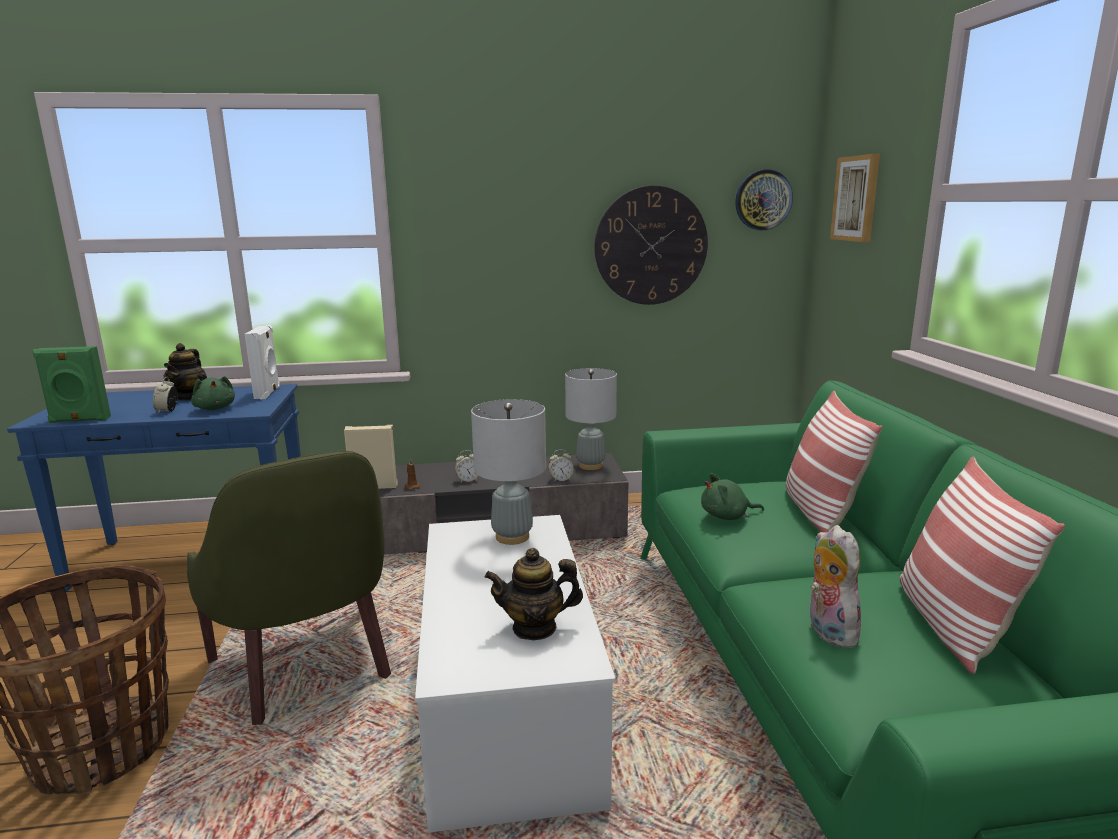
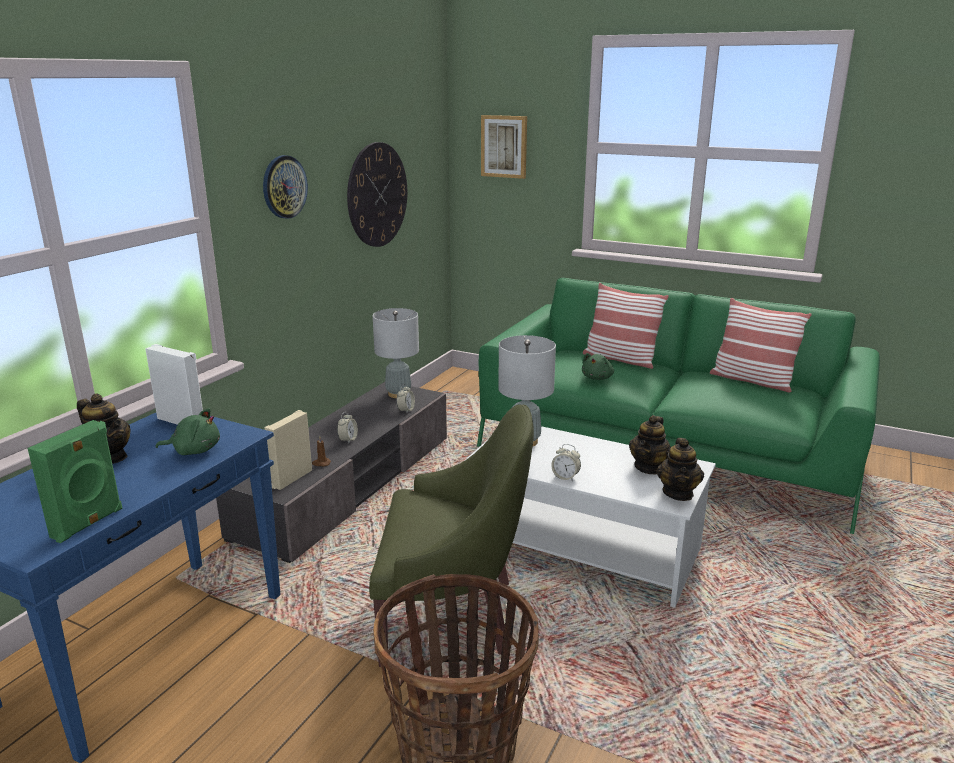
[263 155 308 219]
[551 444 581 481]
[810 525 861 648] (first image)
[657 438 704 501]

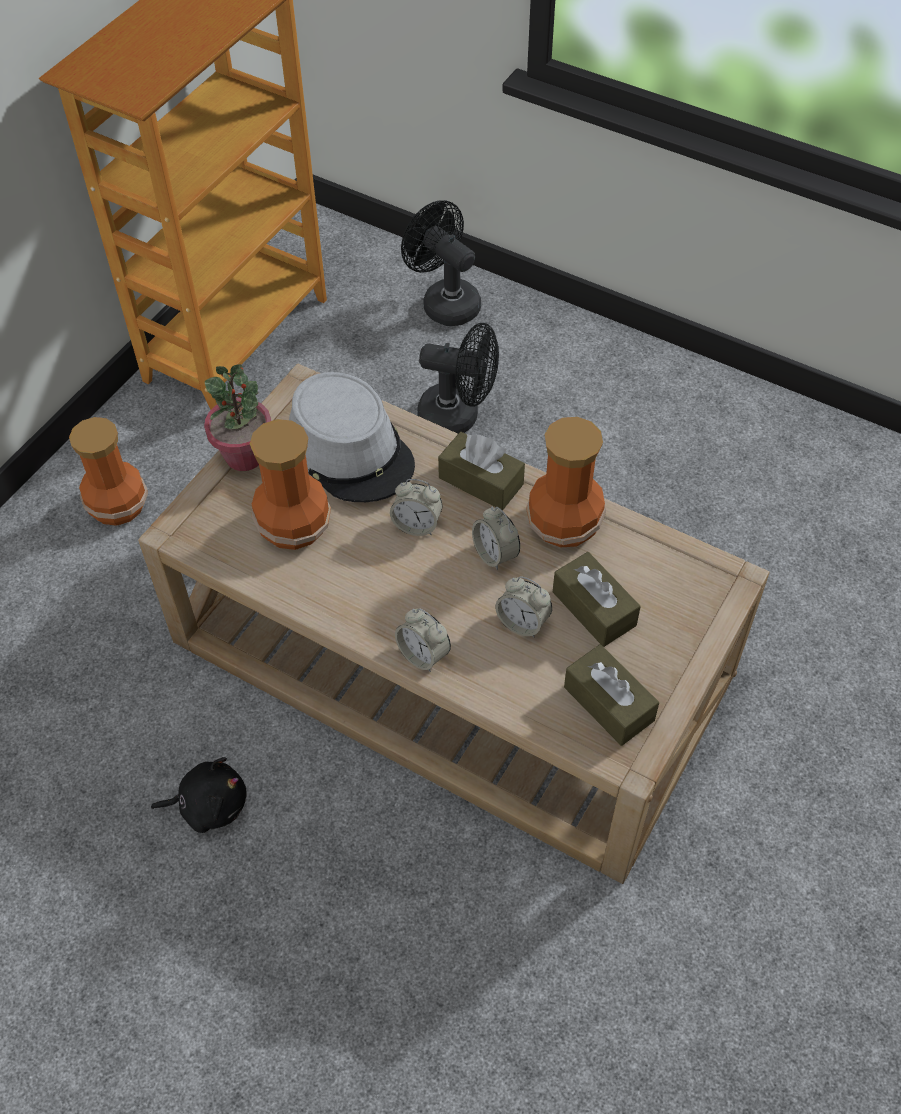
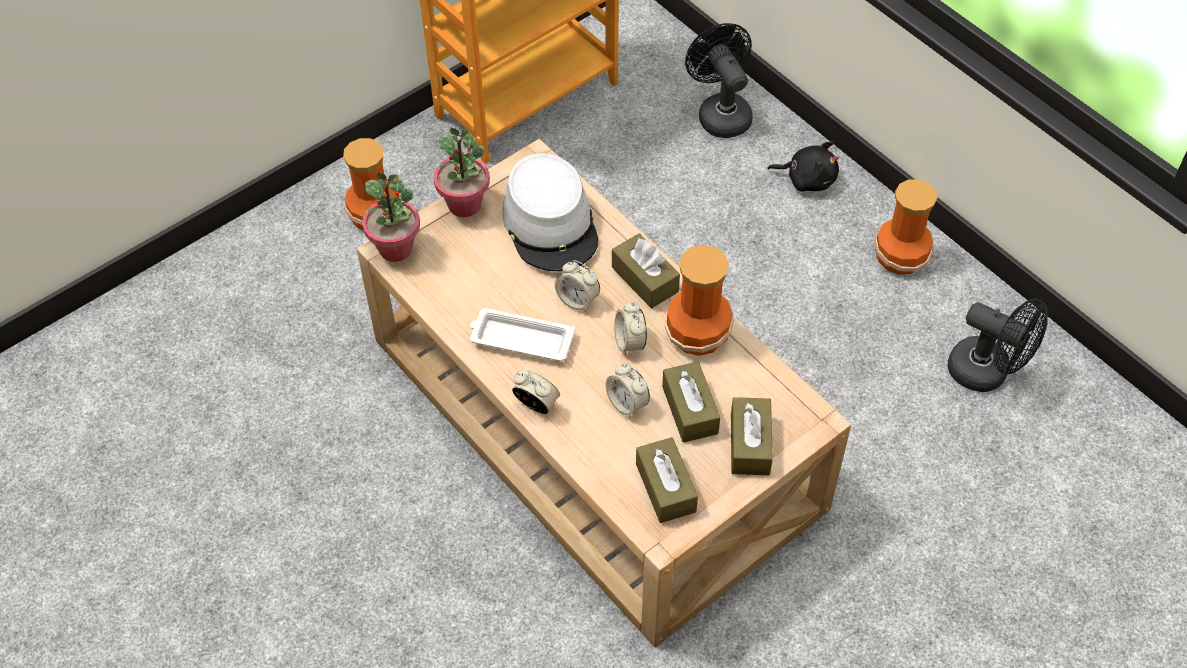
[948 298 1048 392]
[874 179 937 275]
[512 370 560 414]
[767 141 839 192]
[362 172 420 262]
[470 308 575 361]
[731 397 773 475]

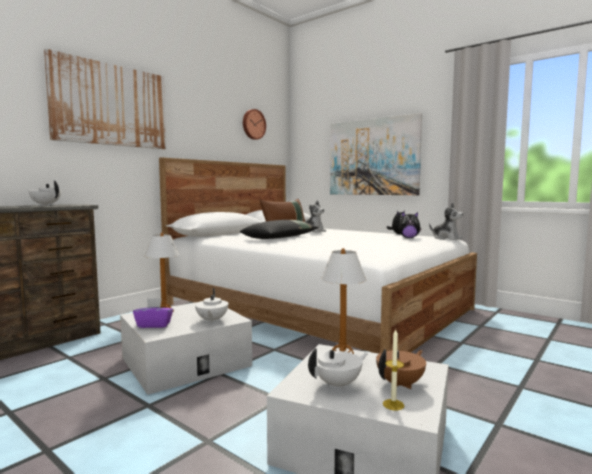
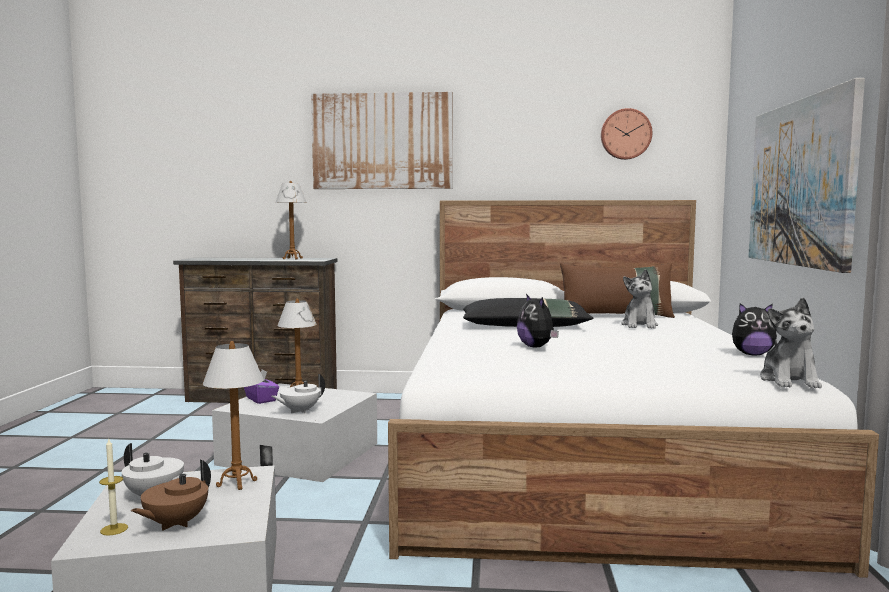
[275 181 307 259]
[517 294 559 347]
[131 460 211 531]

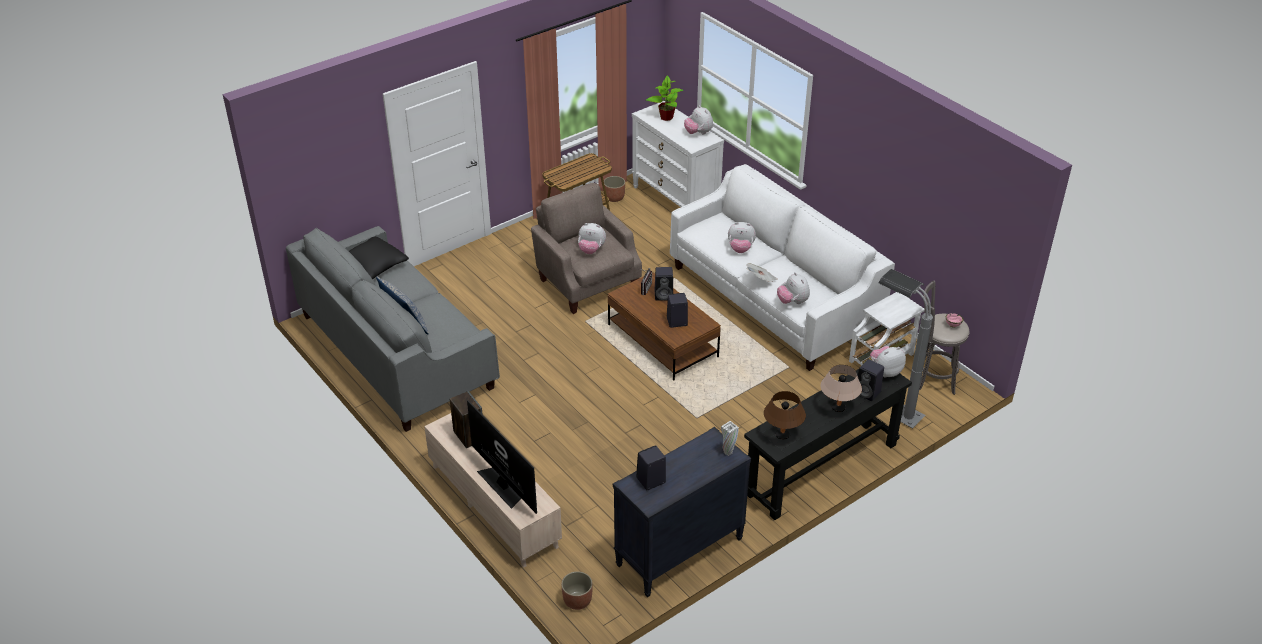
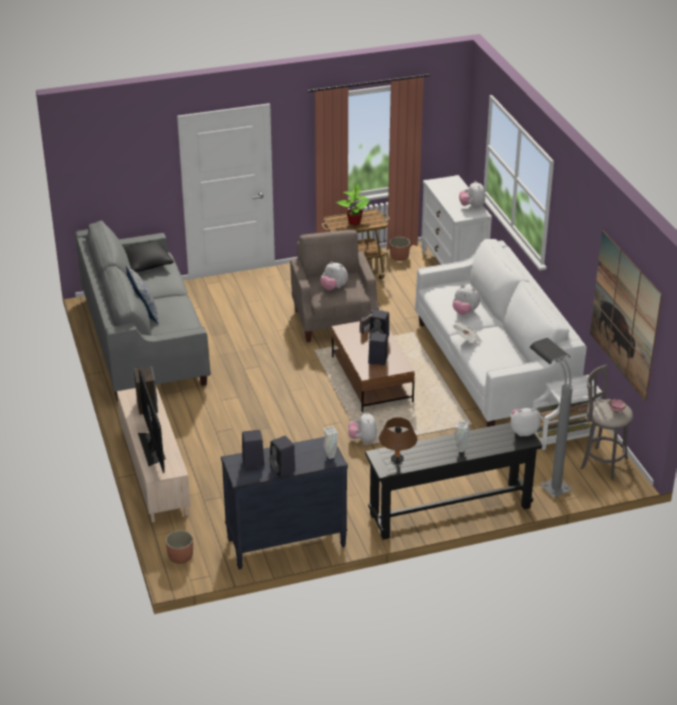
[336 183 370 225]
[348 412 377 442]
[269 436 295 477]
[454 421 470 452]
[590 230 662 401]

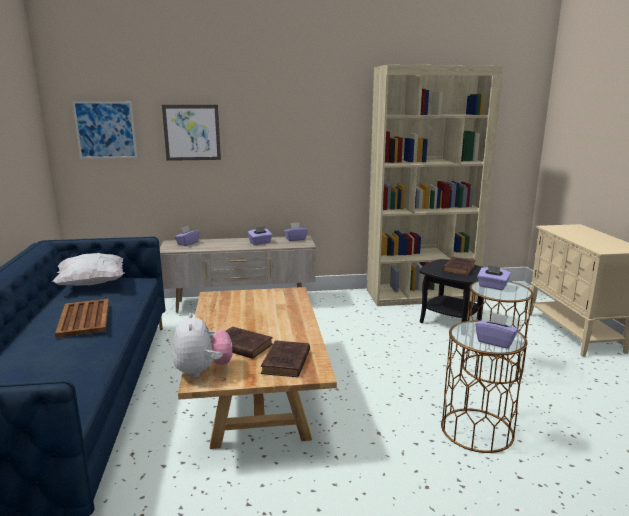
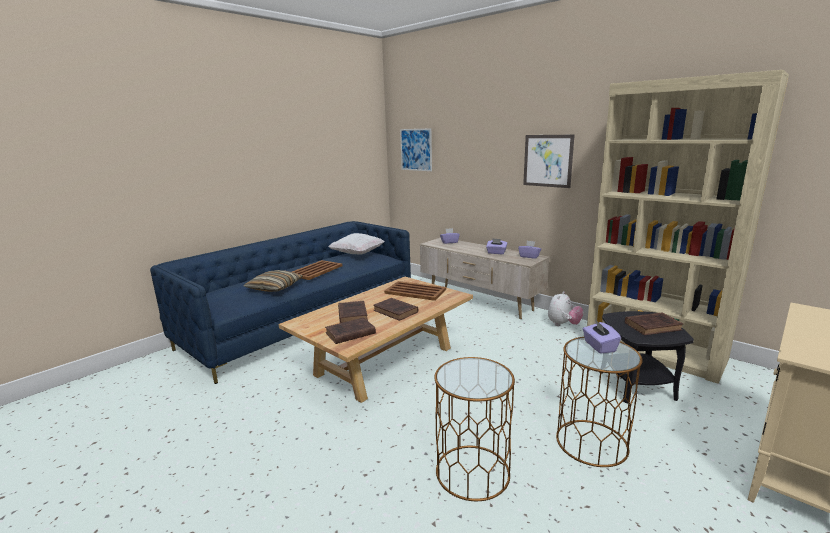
[523 135 575 188]
[548 291 584 326]
[475 313 519 349] (first image)
[243 270 303 292]
[384 281 446 301]
[373 298 418 321]

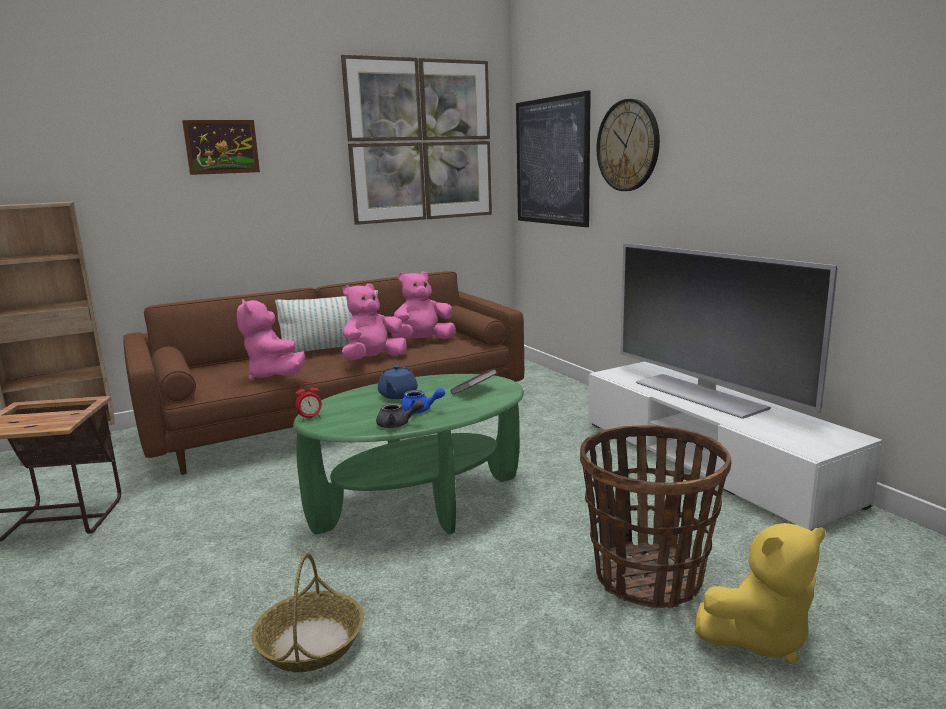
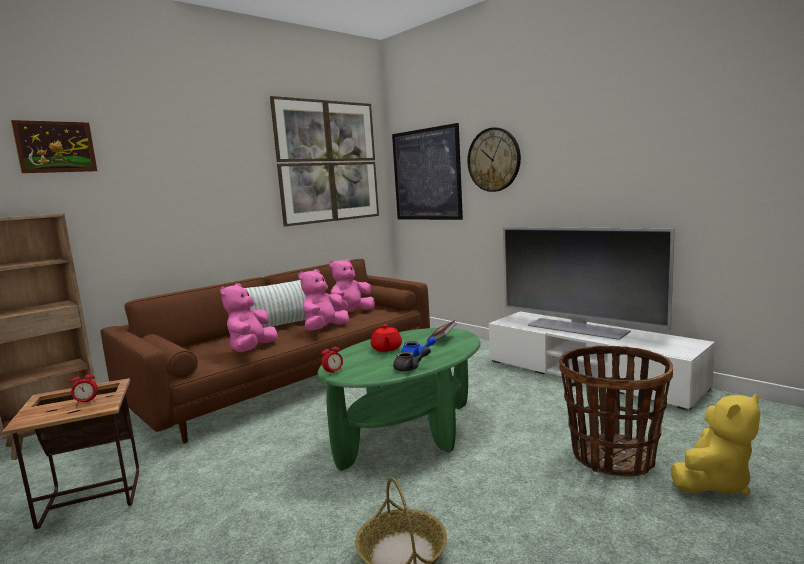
[11 120 97 173]
[220 283 278 352]
[371 324 402 352]
[70 370 98 406]

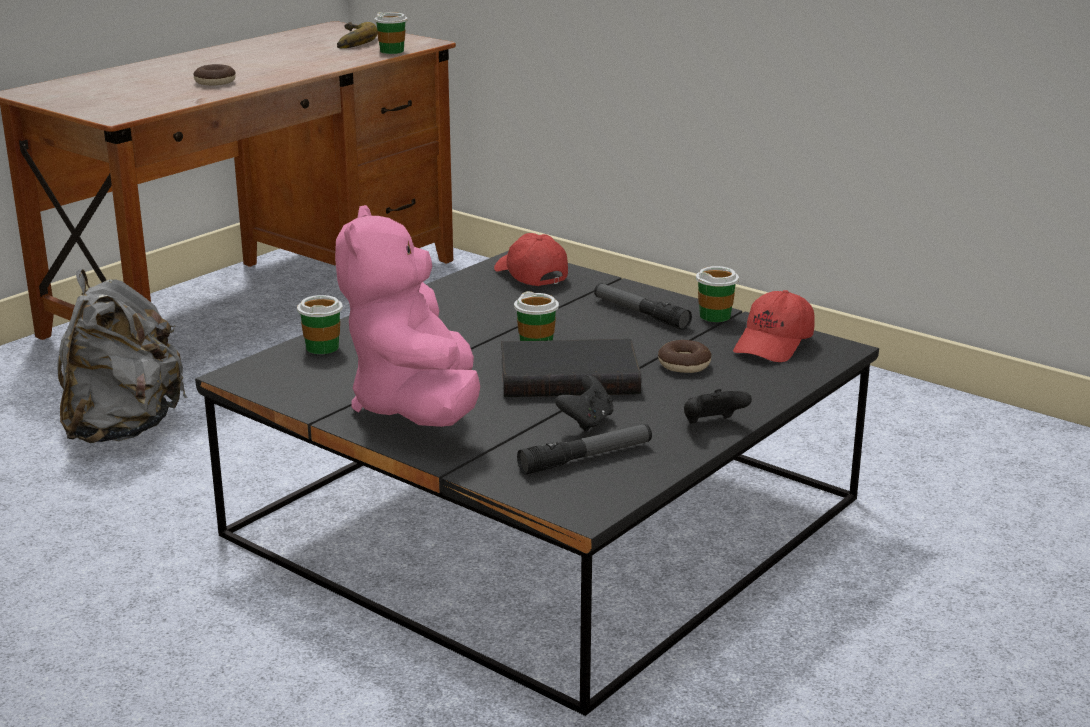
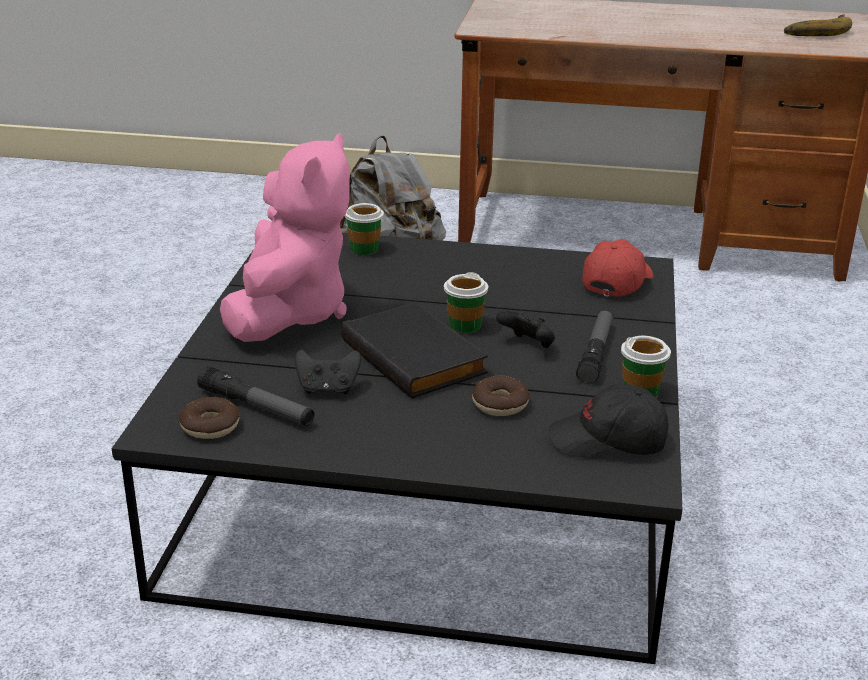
[374 12 407 54] (first image)
[179 397 240 439]
[220 133 350 342]
[549 384 669 458]
[496 311 555 348]

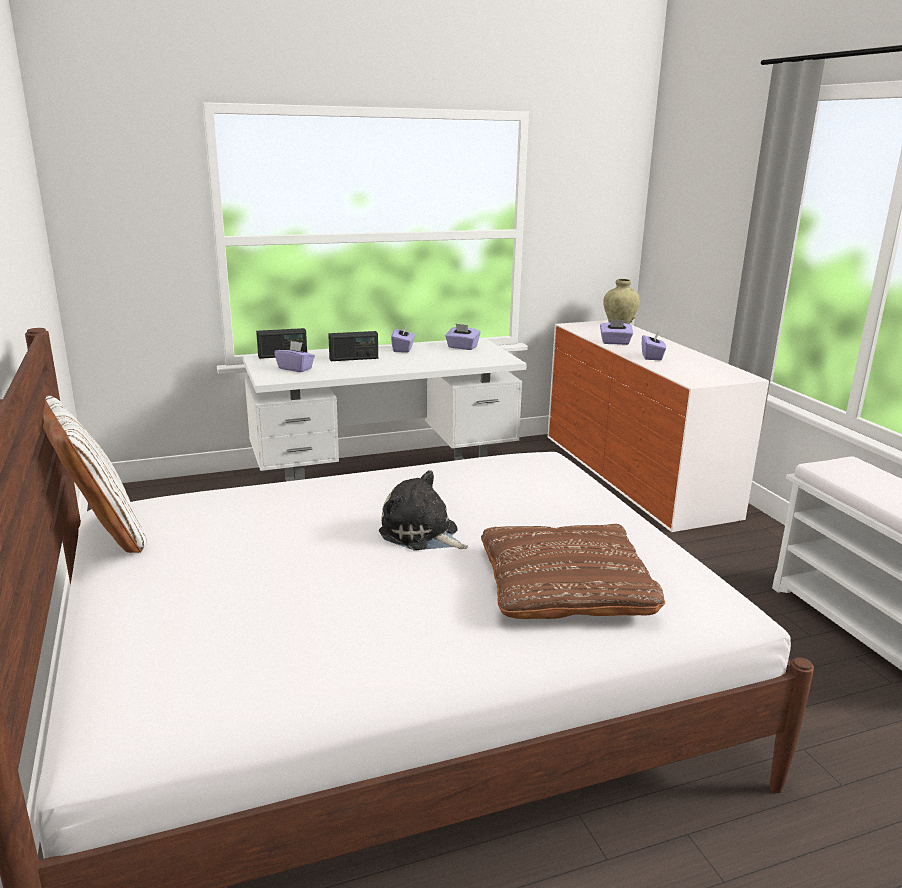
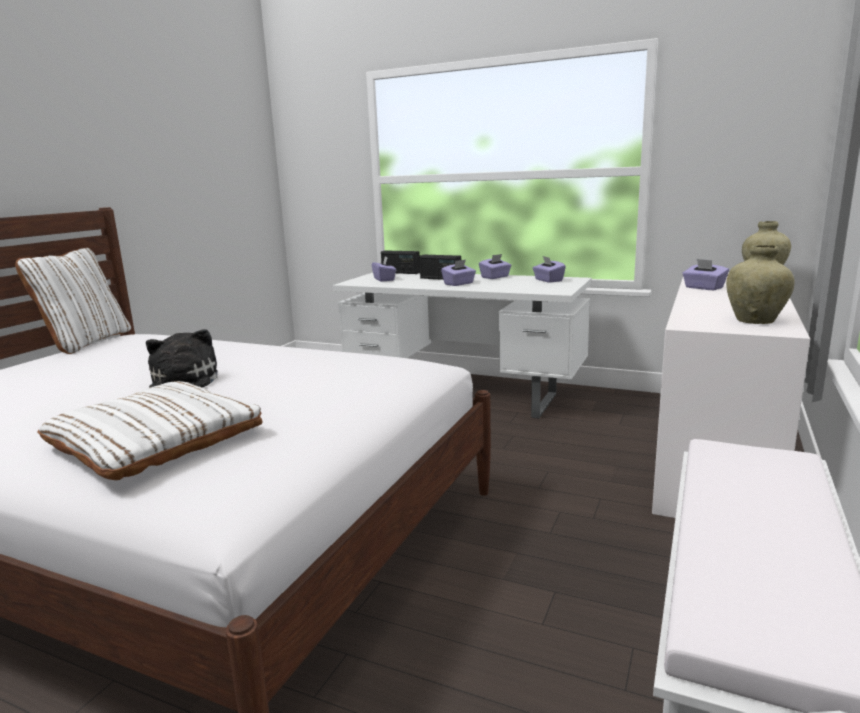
[441 260 476 286]
[37 381 263 480]
[726 245 795 324]

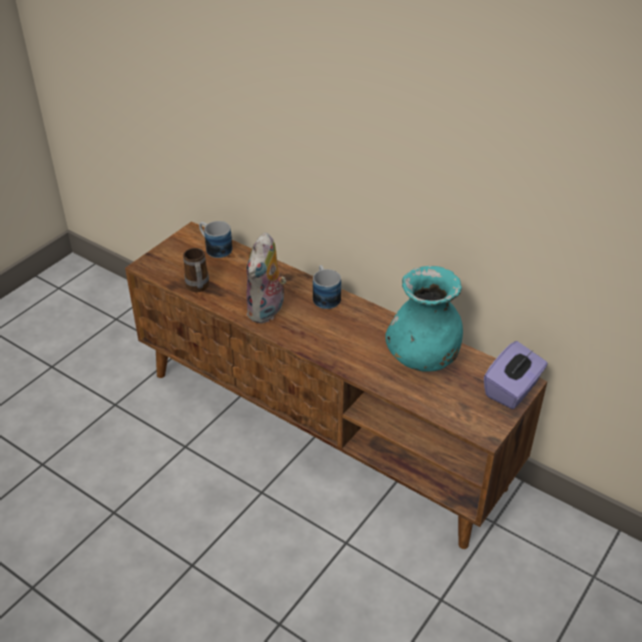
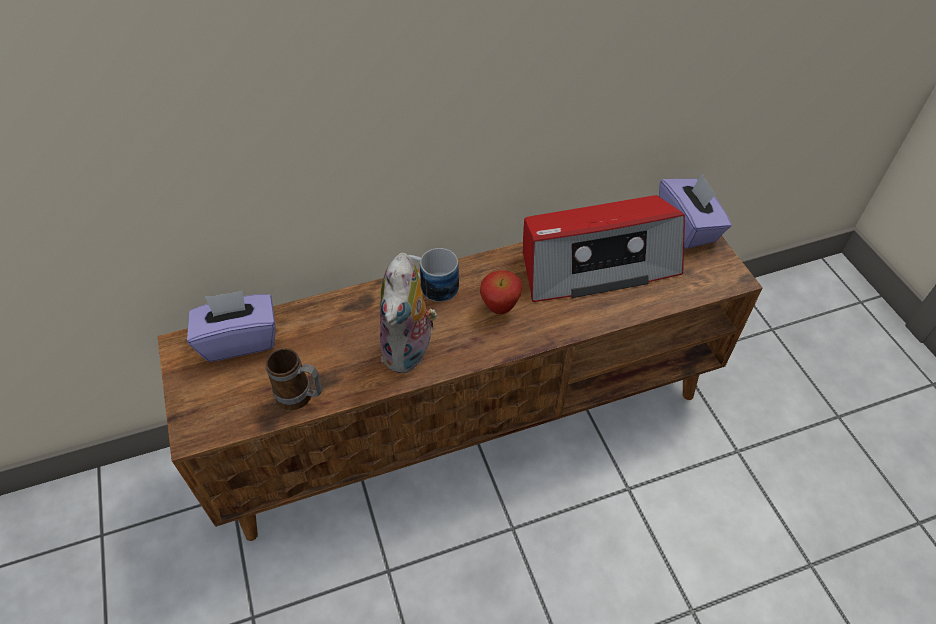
[187 291 276 362]
[380 253 437 373]
[523 195 685 302]
[480 270 522 314]

